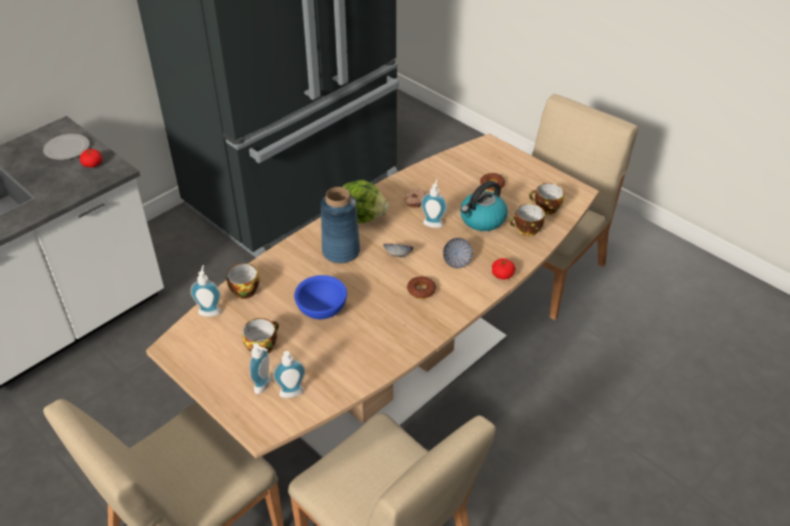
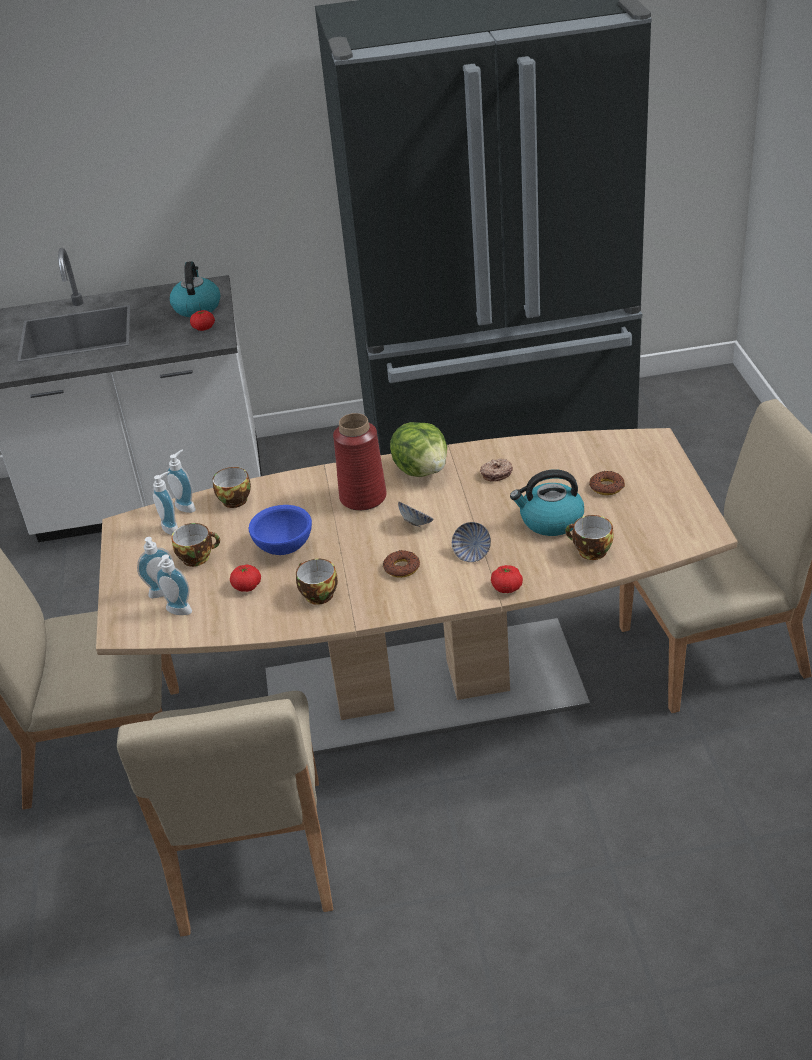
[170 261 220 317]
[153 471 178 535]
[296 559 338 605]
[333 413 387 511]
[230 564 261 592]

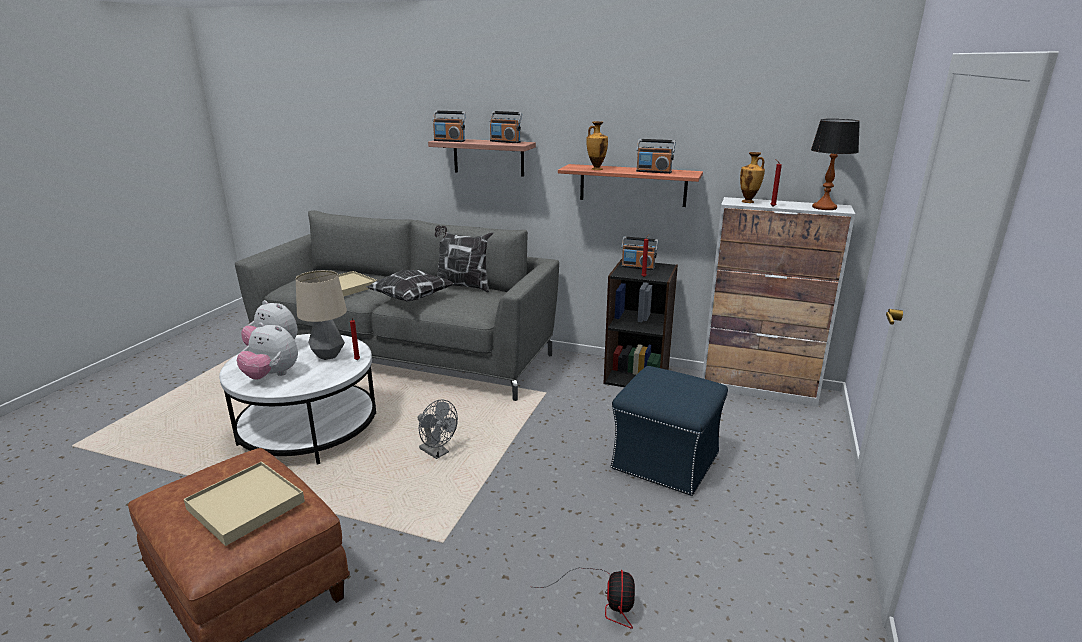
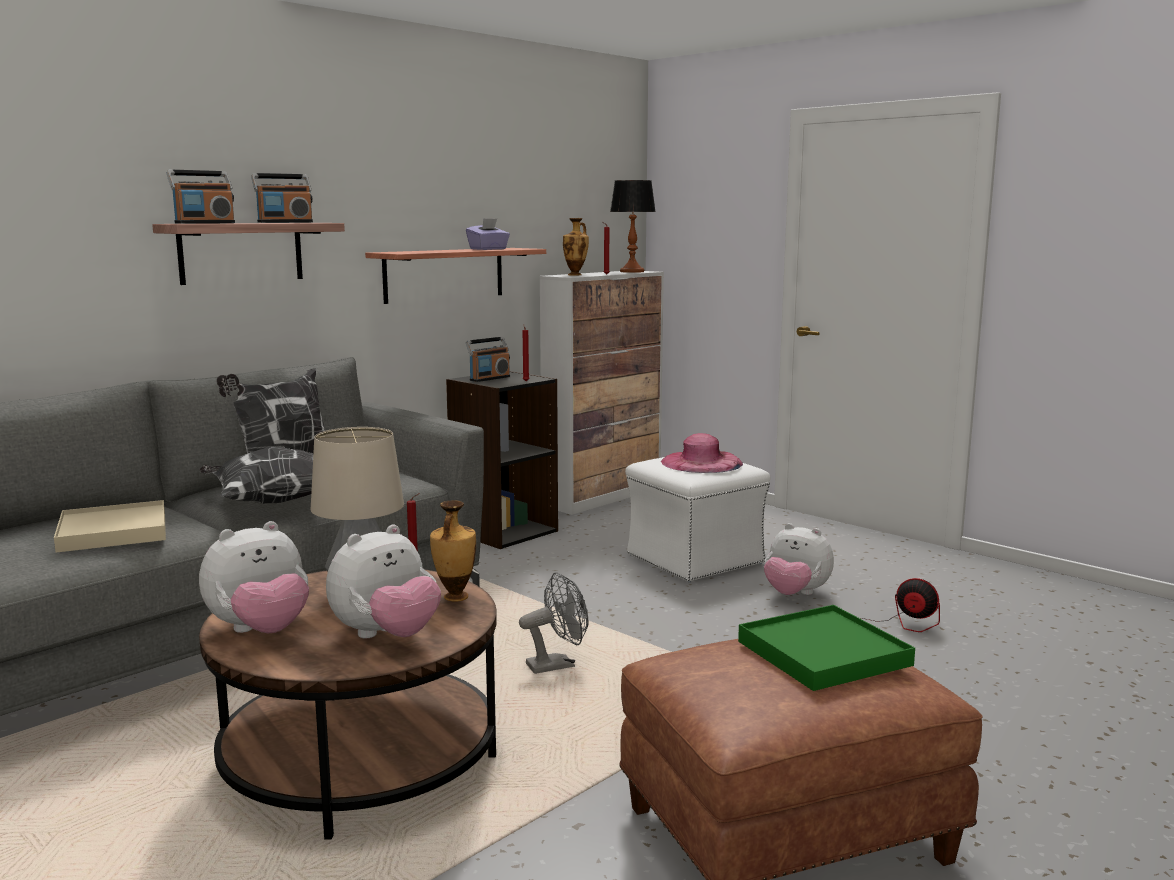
[430 500 476 601]
[466 218 510 250]
[199 569 497 839]
[625 457 770 582]
[738 605 915 691]
[661 433 743 473]
[764 523 834 595]

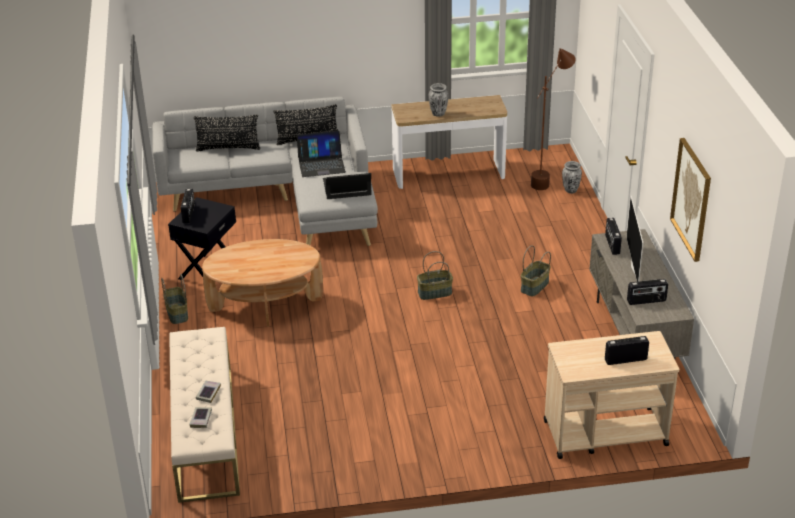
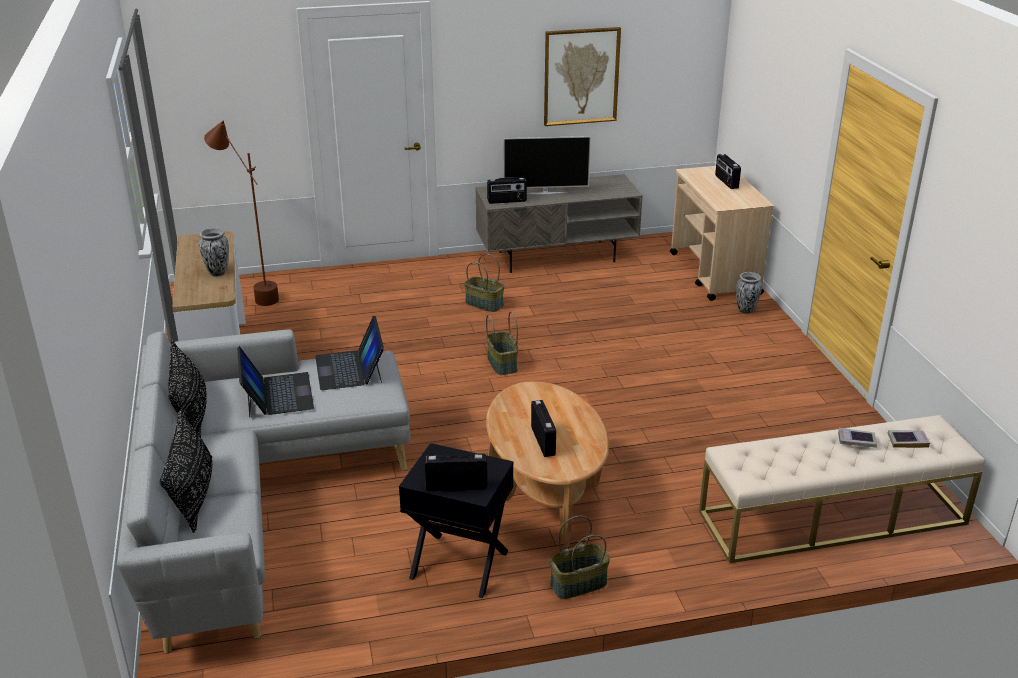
[736 272 762 314]
[531 400 556 457]

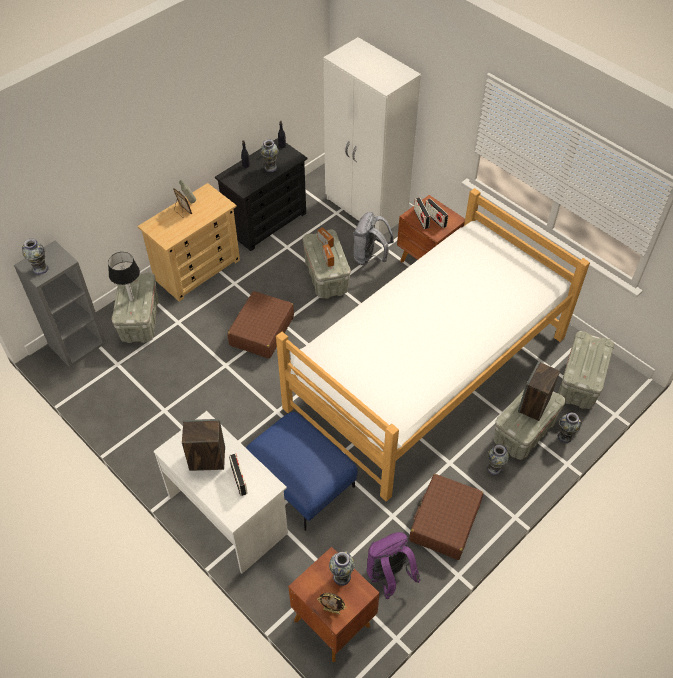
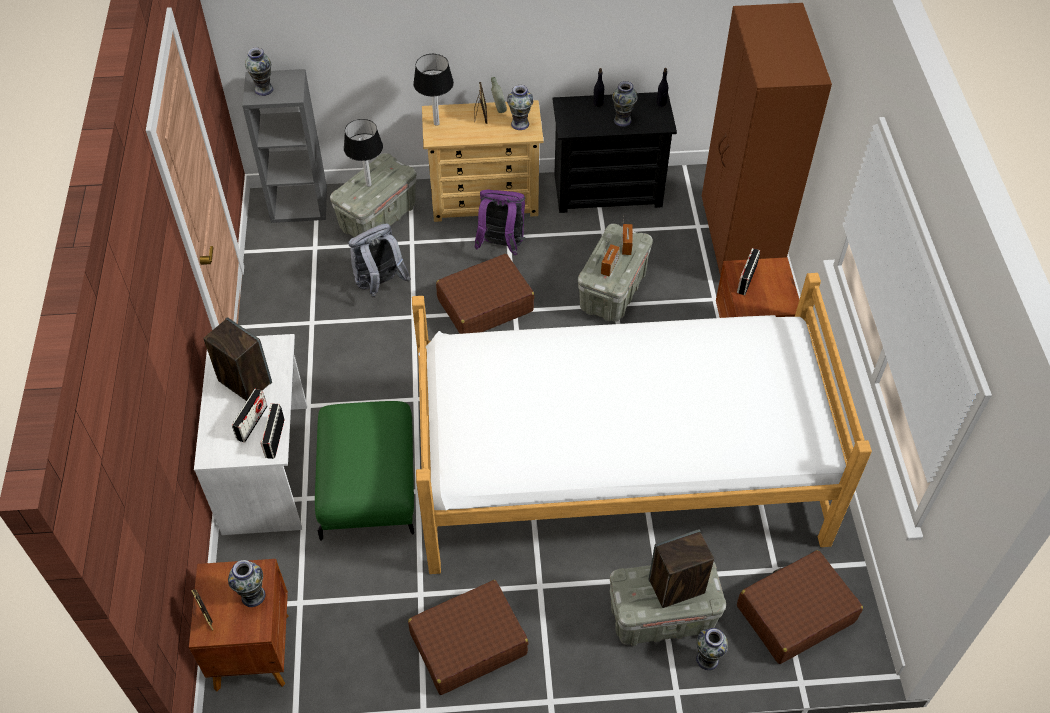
[702 3 832 276]
[260 404 285 459]
[348 224 411 298]
[737 550 863 664]
[315 401 414 541]
[507 85 533 130]
[475 190 526 255]
[413 54 454 126]

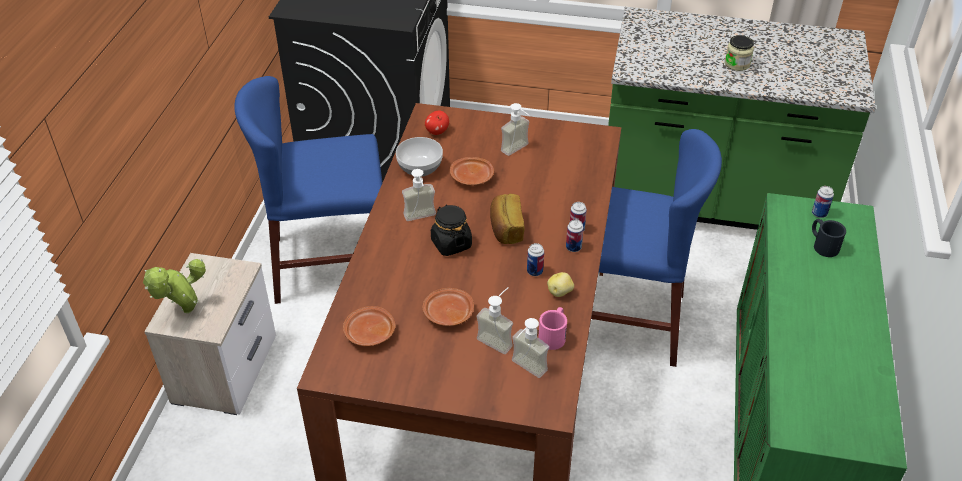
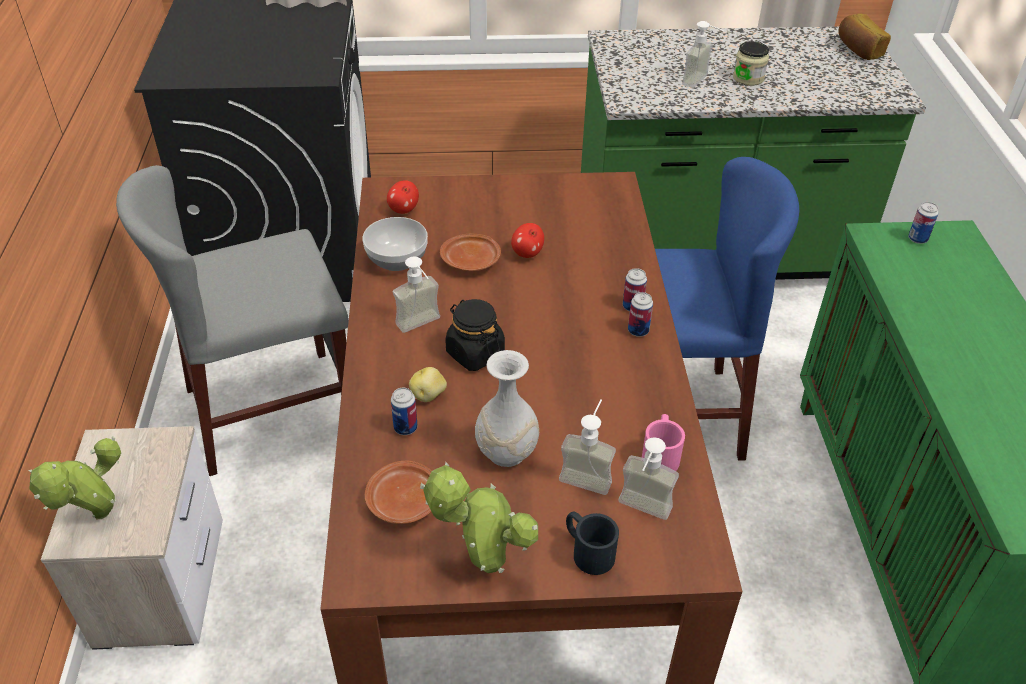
[116 165 349 476]
[682 21 723 88]
[839 13 891 60]
[566 511 619 575]
[391 388 418 435]
[409 367 447 402]
[475 350 539 467]
[511 223 544 258]
[420 462 538 573]

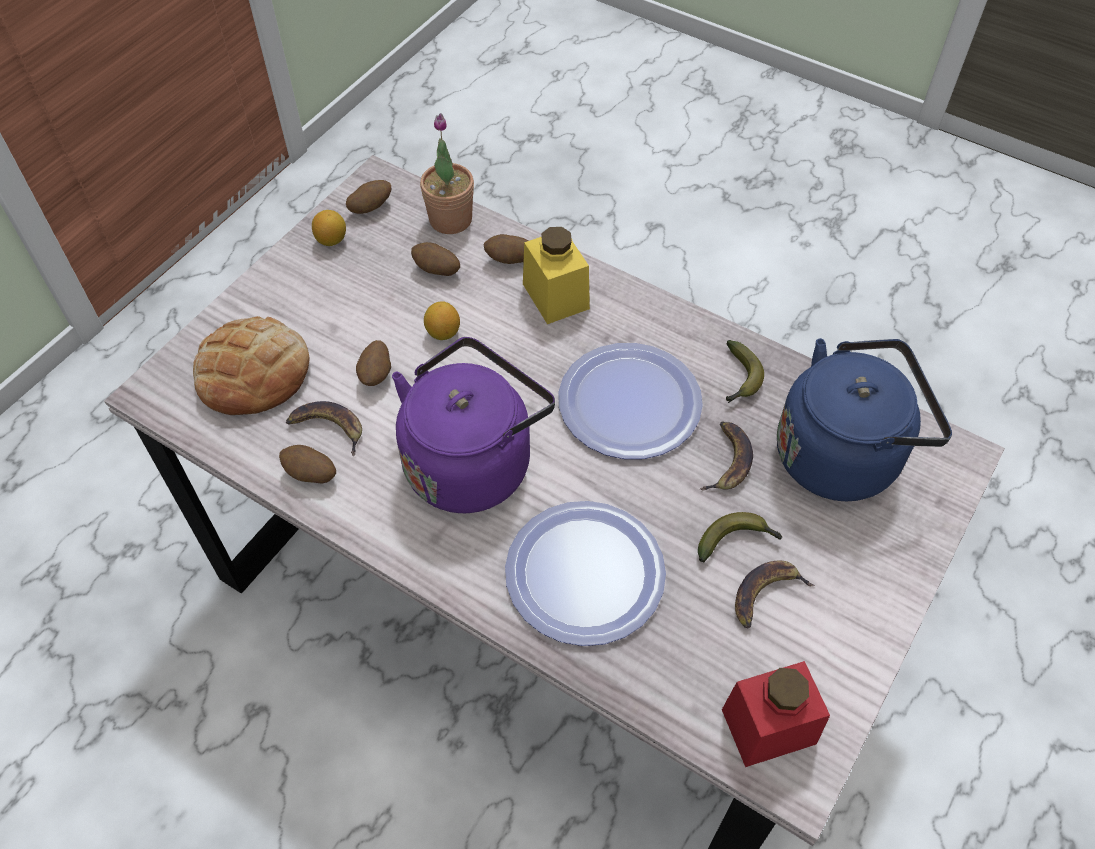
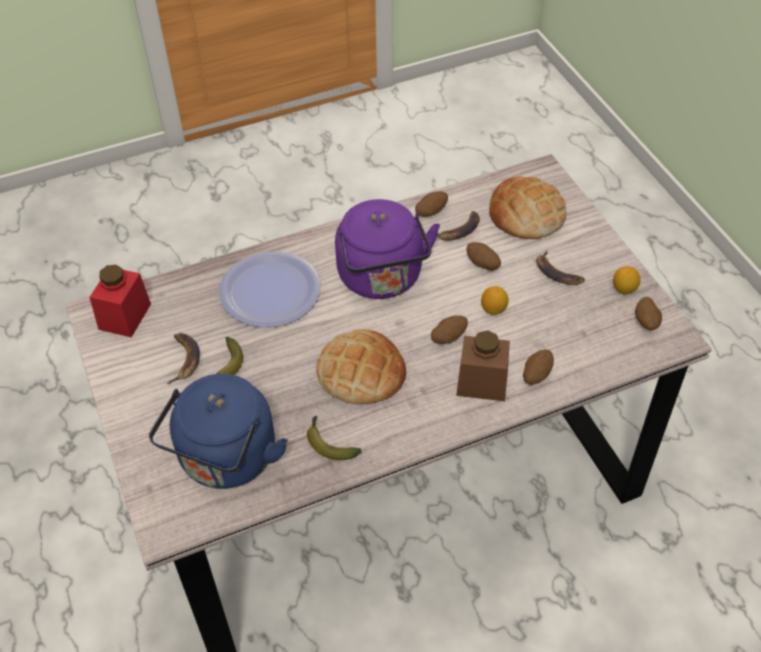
[420 113 474 234] (first image)
[456 331 510 401]
[431 315 468 344]
[316 329 406 404]
[536 251 585 285]

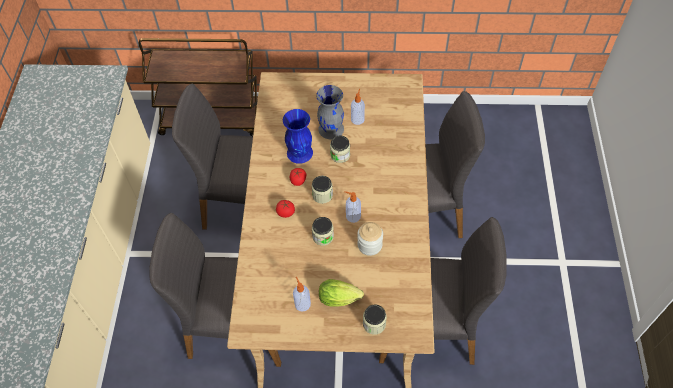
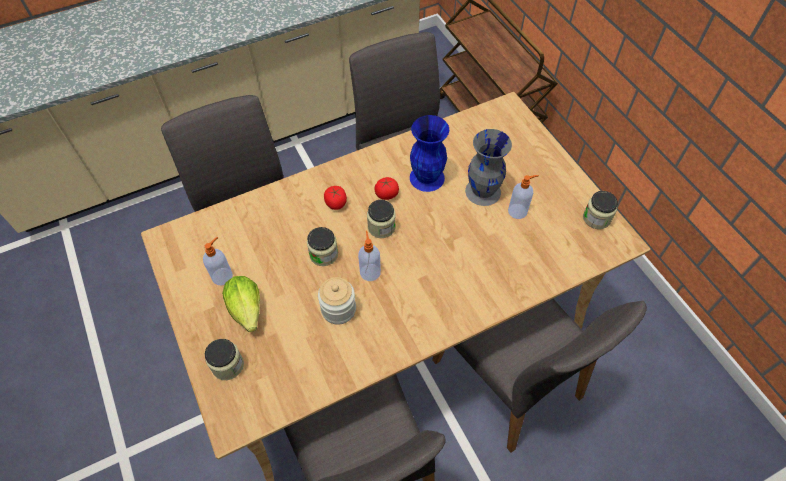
[583 191 618 229]

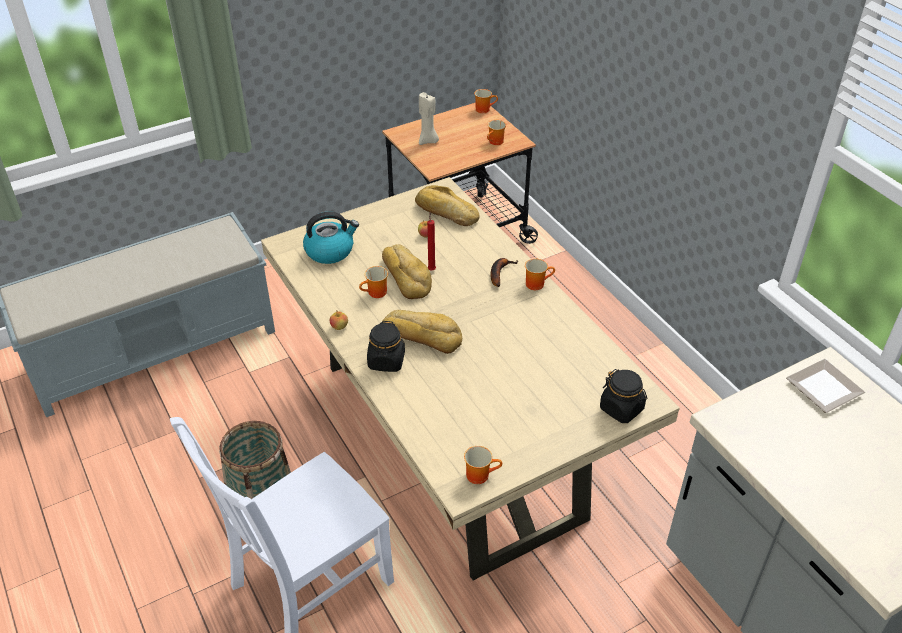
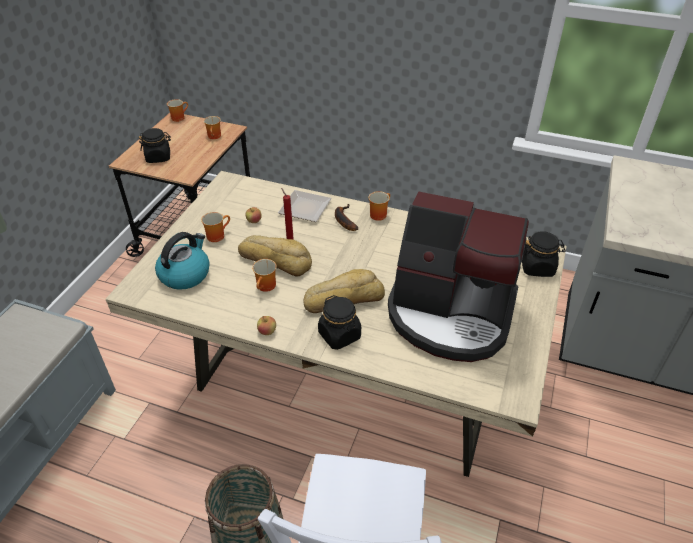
[139 128 171 163]
[415 185 480 226] (first image)
[278 190 332 222]
[201 212 230 242]
[388 191 529 362]

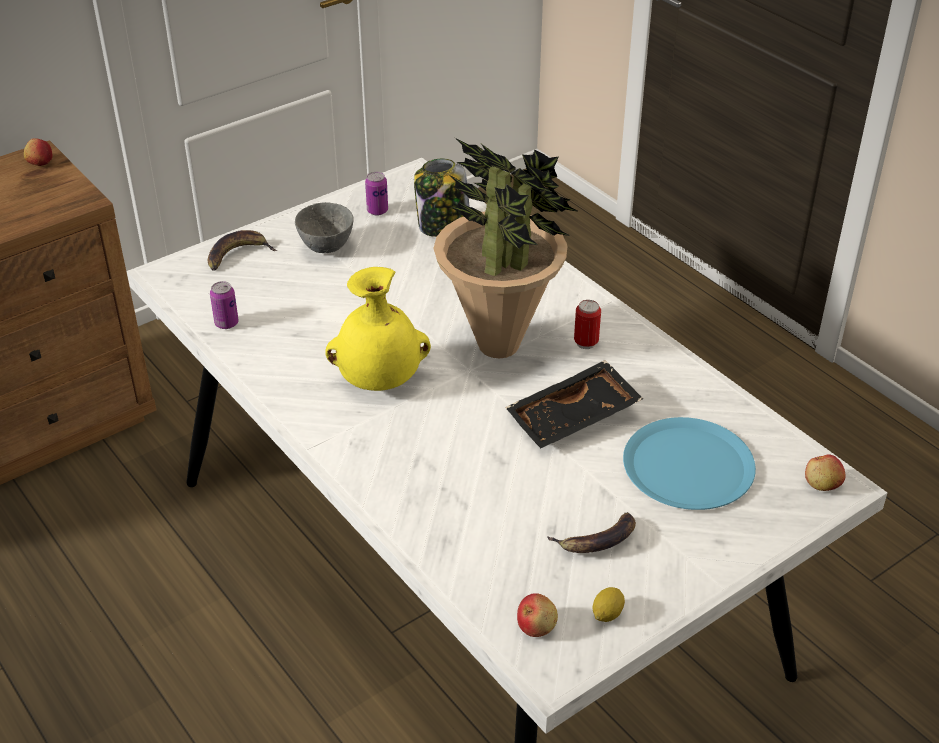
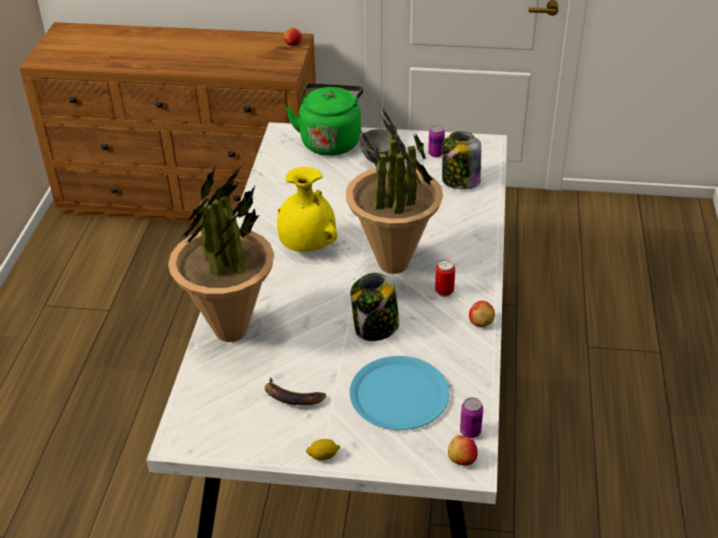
[286 83 363 156]
[460 397 483 438]
[351 273 399 341]
[306 439 340 461]
[469 301 495 327]
[168 165 274 342]

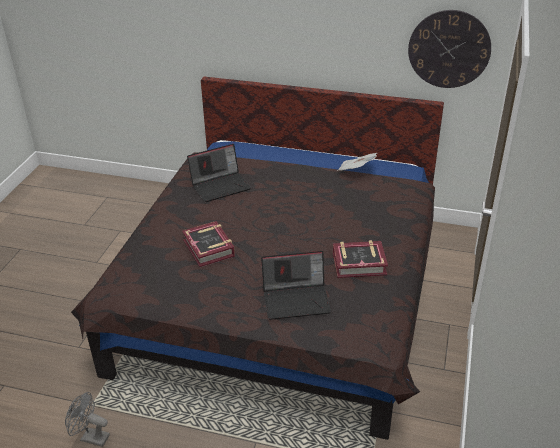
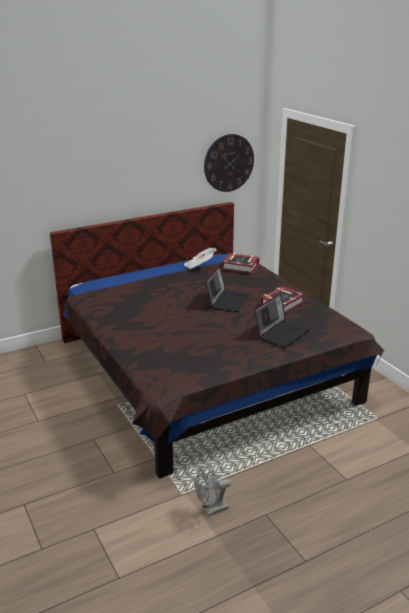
[205 266 250 312]
[221 253 260 274]

